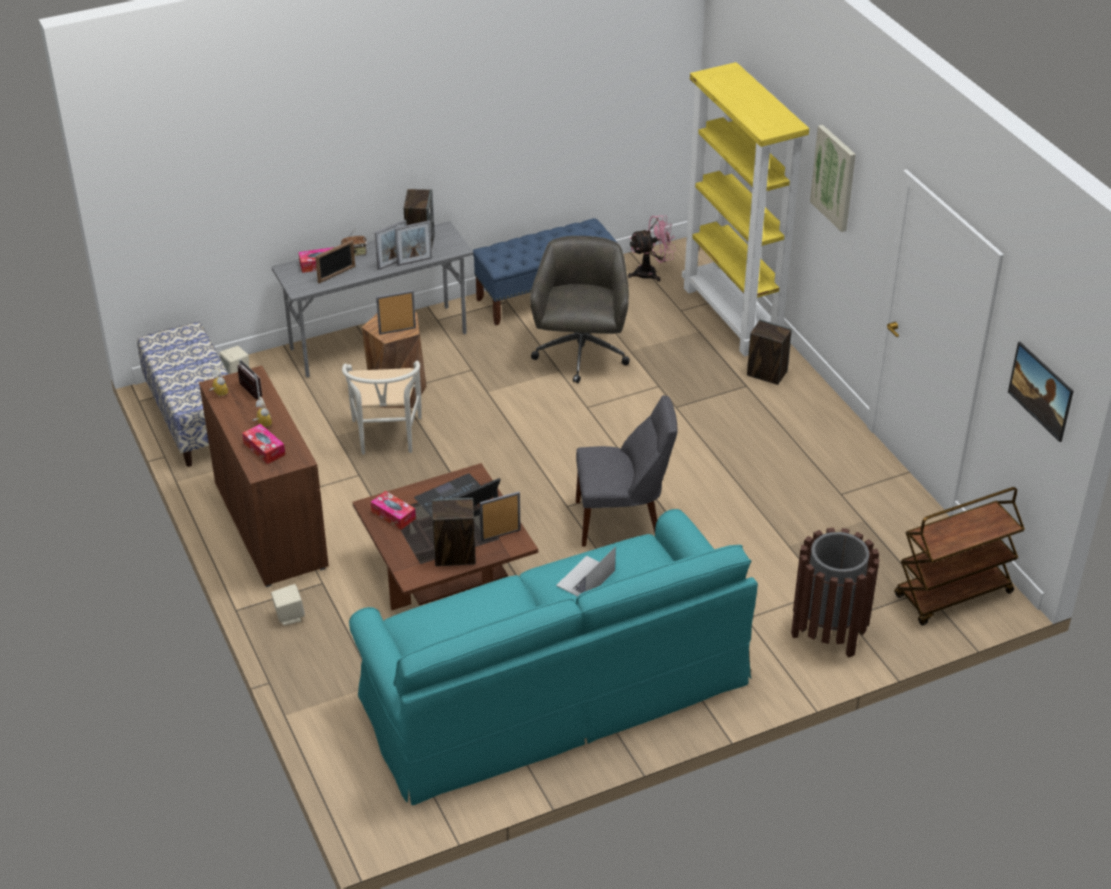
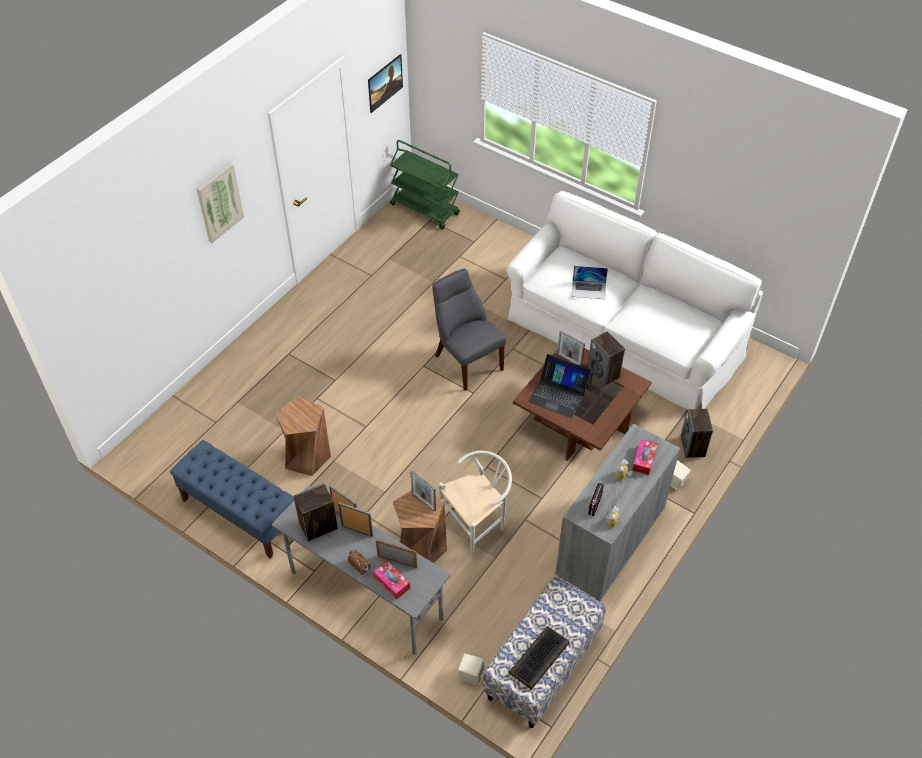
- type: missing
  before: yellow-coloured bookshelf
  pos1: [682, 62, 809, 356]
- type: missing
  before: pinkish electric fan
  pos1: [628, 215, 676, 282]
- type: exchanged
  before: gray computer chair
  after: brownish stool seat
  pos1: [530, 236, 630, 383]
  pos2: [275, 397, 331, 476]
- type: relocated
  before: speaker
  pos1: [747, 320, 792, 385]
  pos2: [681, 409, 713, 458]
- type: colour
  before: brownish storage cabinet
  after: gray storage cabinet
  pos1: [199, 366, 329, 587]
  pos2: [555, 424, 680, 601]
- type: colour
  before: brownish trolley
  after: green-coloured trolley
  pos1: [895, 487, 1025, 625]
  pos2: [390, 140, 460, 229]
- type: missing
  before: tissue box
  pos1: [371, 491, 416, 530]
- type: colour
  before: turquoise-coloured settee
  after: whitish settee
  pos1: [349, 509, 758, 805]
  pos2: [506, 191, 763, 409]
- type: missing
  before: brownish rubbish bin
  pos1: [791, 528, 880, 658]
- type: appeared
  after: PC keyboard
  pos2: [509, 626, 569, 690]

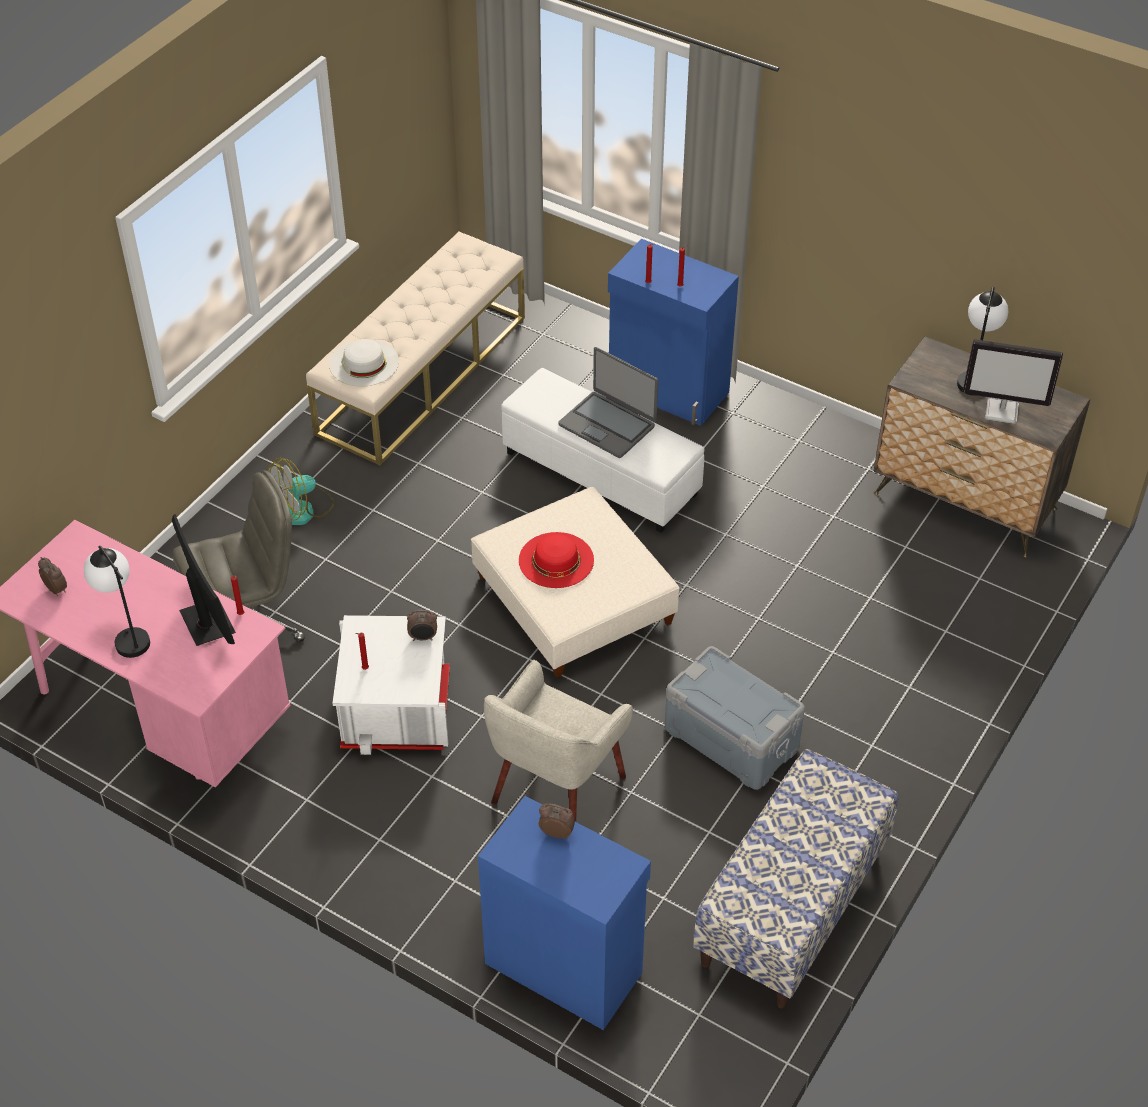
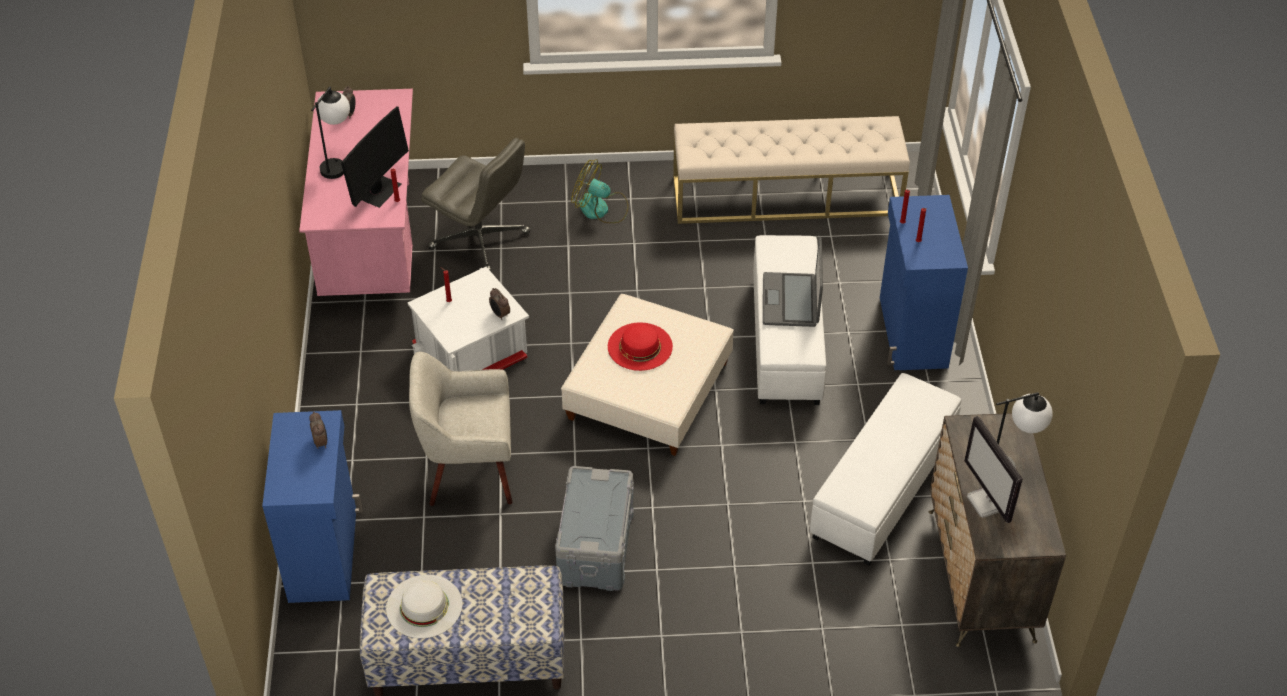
- type: relocated
  before: whitish wearable hat
  pos1: [329, 339, 399, 386]
  pos2: [386, 575, 462, 638]
- type: appeared
  after: whitish pouffe
  pos2: [810, 373, 961, 565]

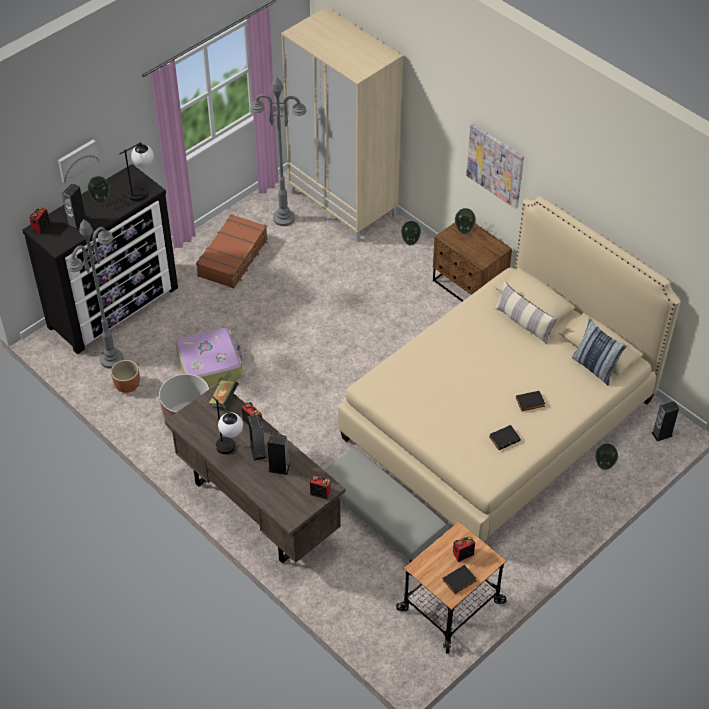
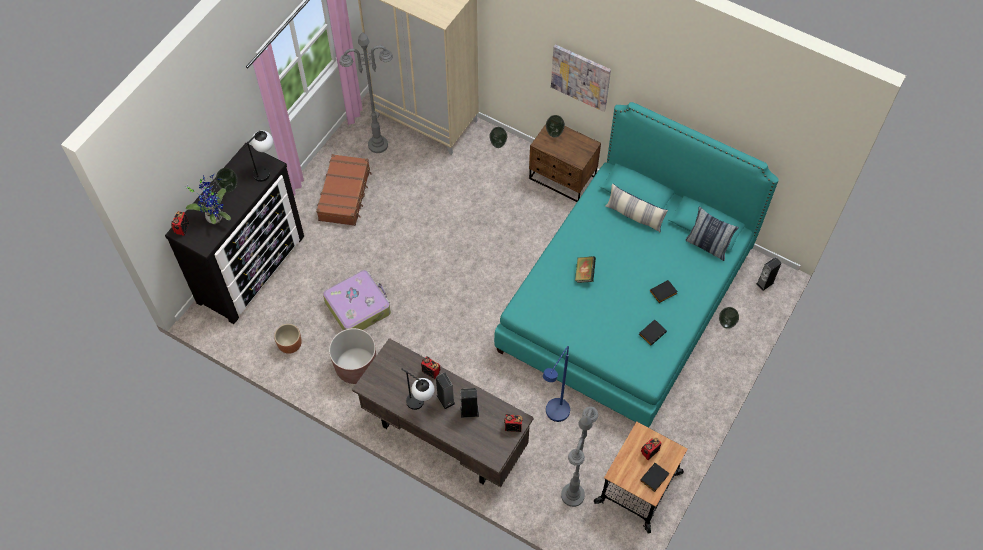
- type: missing
  before: wall art
  pos1: [58, 139, 100, 184]
- type: exchanged
  before: speaker
  after: houseplant
  pos1: [62, 183, 88, 230]
  pos2: [184, 175, 231, 224]
- type: colour
  before: beige-coloured bedroom bed
  after: turquoise-coloured bedroom bed
  pos1: [338, 196, 681, 542]
  pos2: [494, 102, 779, 428]
- type: relocated
  before: gray standing lamp
  pos1: [67, 220, 124, 369]
  pos2: [561, 406, 598, 507]
- type: relocated
  before: volume
  pos1: [209, 380, 238, 408]
  pos2: [575, 256, 596, 283]
- type: exchanged
  before: gray pouffe
  after: blue-coloured standing lamp
  pos1: [324, 448, 447, 562]
  pos2: [543, 346, 570, 422]

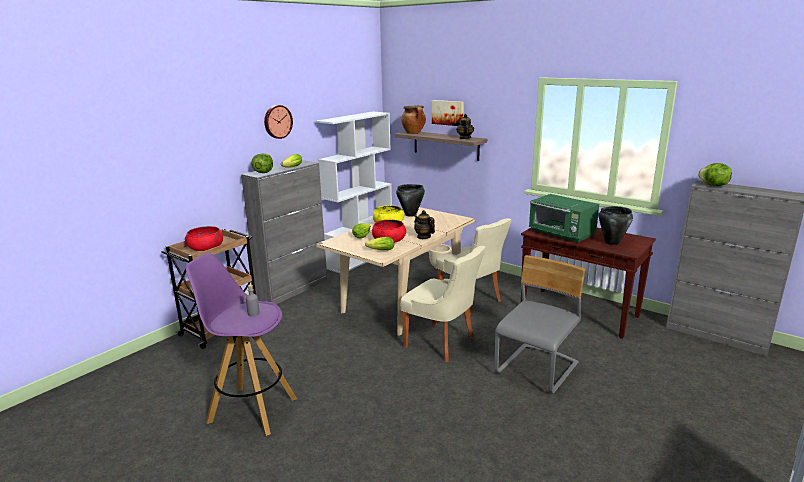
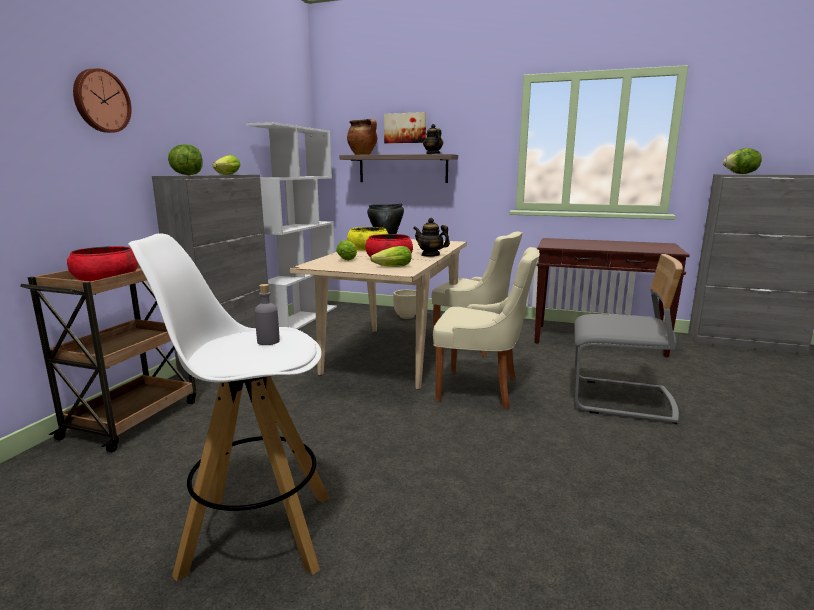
- type: relocated
  before: clock on the wall
  pos1: [264, 105, 293, 139]
  pos2: [73, 68, 132, 133]
- type: missing
  before: green-coloured microwave oven
  pos1: [529, 194, 599, 243]
- type: missing
  before: black stockpot
  pos1: [599, 206, 633, 245]
- type: colour
  before: purplish stool seat
  after: whitish stool seat
  pos1: [185, 253, 297, 436]
  pos2: [128, 233, 330, 581]
- type: spun
  before: gray upright chair
  pos1: [494, 255, 585, 393]
  pos2: [574, 254, 683, 424]
  turn: 90

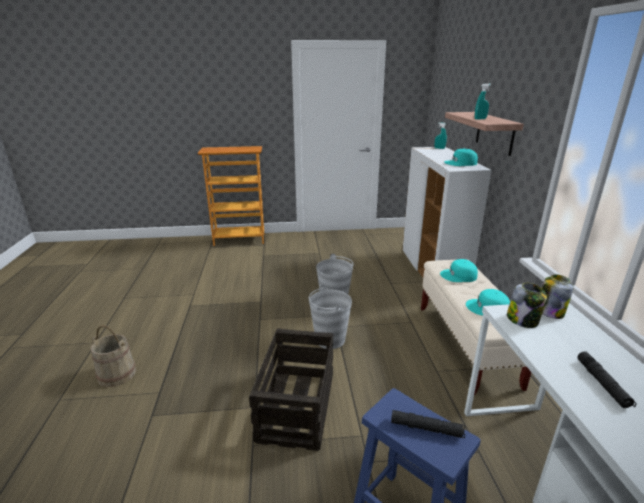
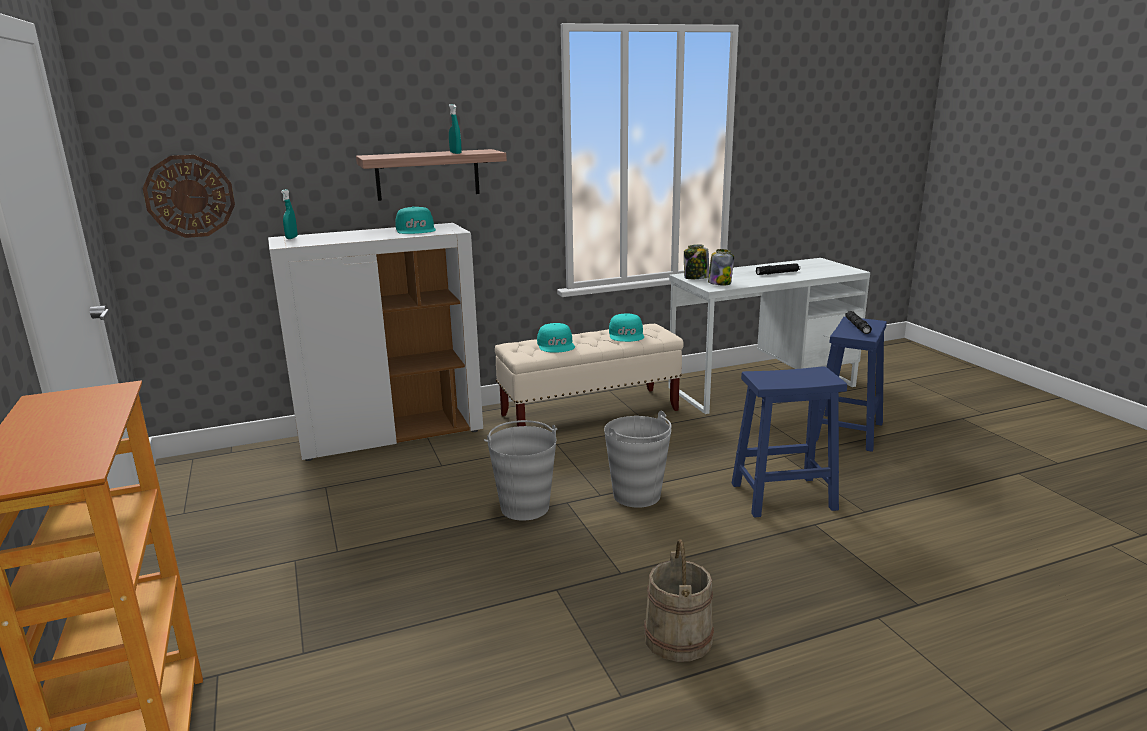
- type: relocated
  before: beige-coloured bucket
  pos1: [91, 325, 136, 387]
  pos2: [644, 539, 714, 662]
- type: exchanged
  before: crate
  after: blue-coloured stool seat
  pos1: [249, 328, 333, 451]
  pos2: [732, 366, 847, 518]
- type: appeared
  after: clock on the wall
  pos2: [143, 155, 235, 238]

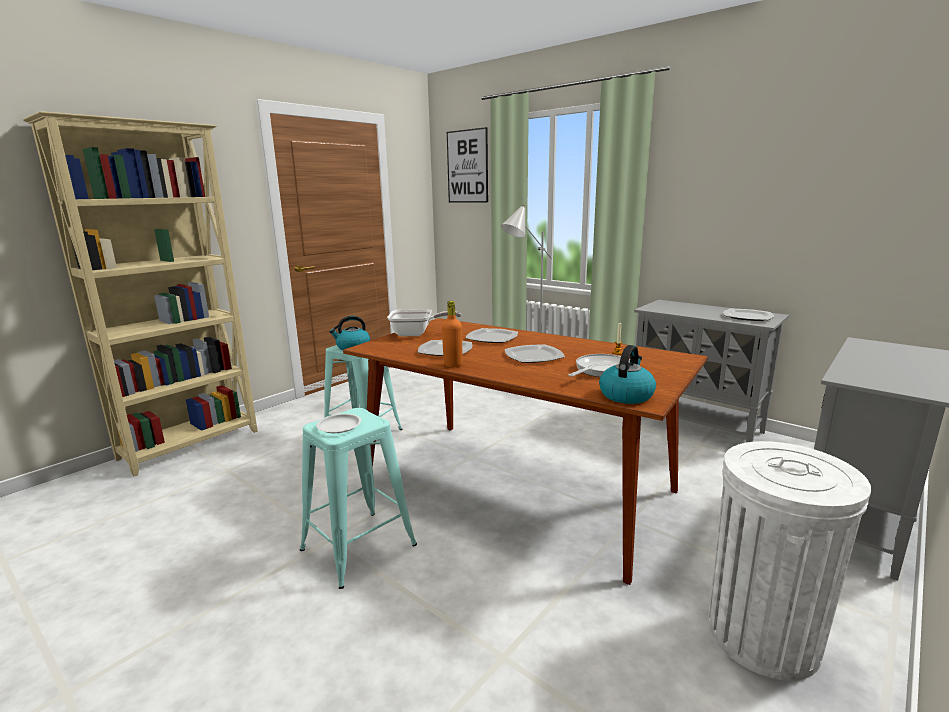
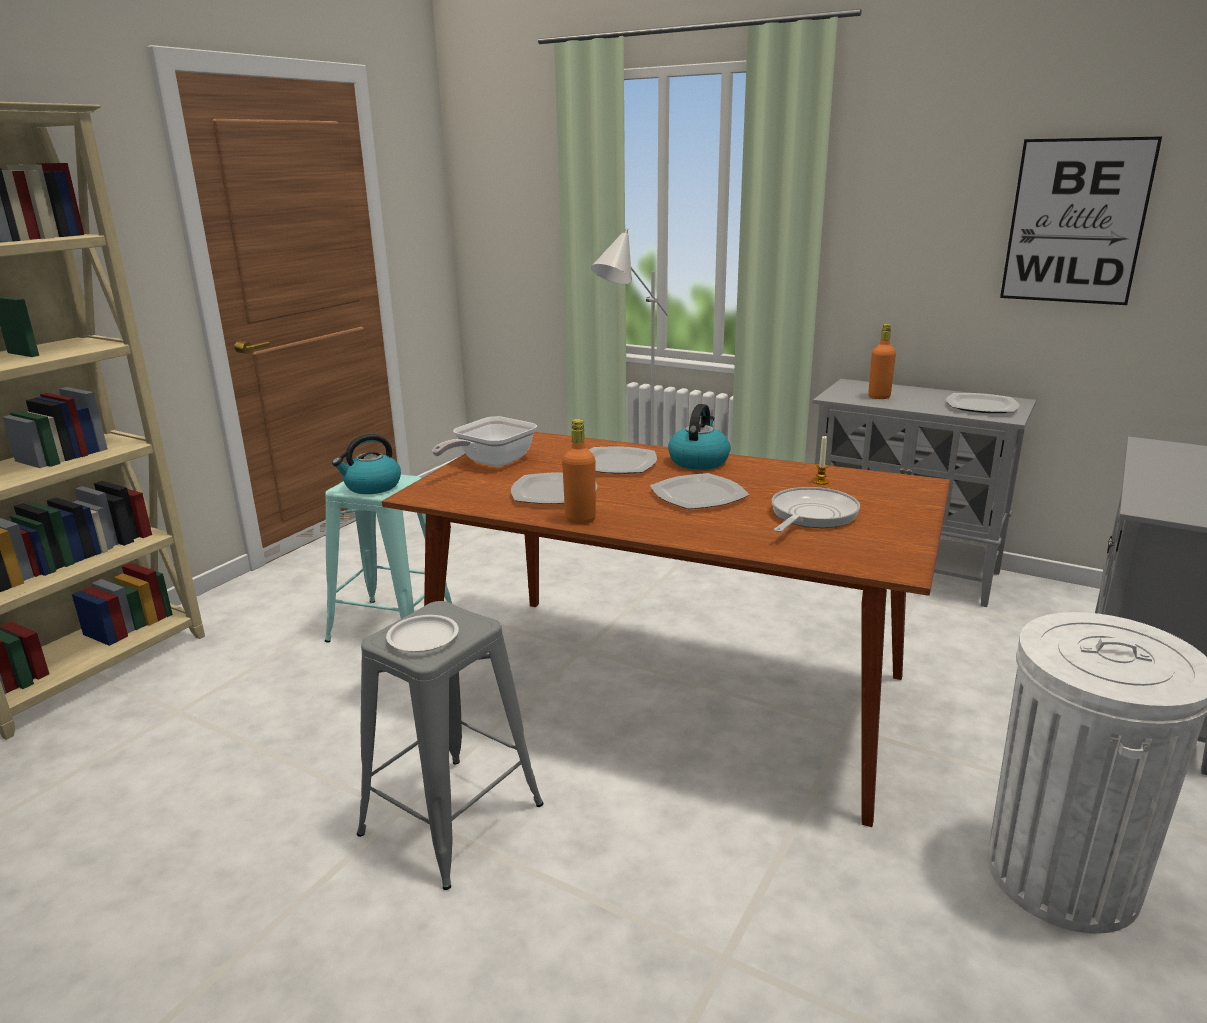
- type: relocated
  before: wall art
  pos1: [447, 127, 488, 202]
  pos2: [1000, 136, 1162, 305]
- type: spun
  before: pan
  pos1: [387, 309, 461, 336]
  pos2: [432, 416, 537, 467]
  turn: 135
- type: relocated
  before: water kettle
  pos1: [599, 345, 656, 404]
  pos2: [668, 404, 730, 470]
- type: colour
  before: turquoise-coloured stool seat
  after: gray stool seat
  pos1: [300, 408, 417, 589]
  pos2: [357, 601, 544, 890]
- type: appeared
  after: orange-coloured bottle
  pos2: [868, 324, 896, 399]

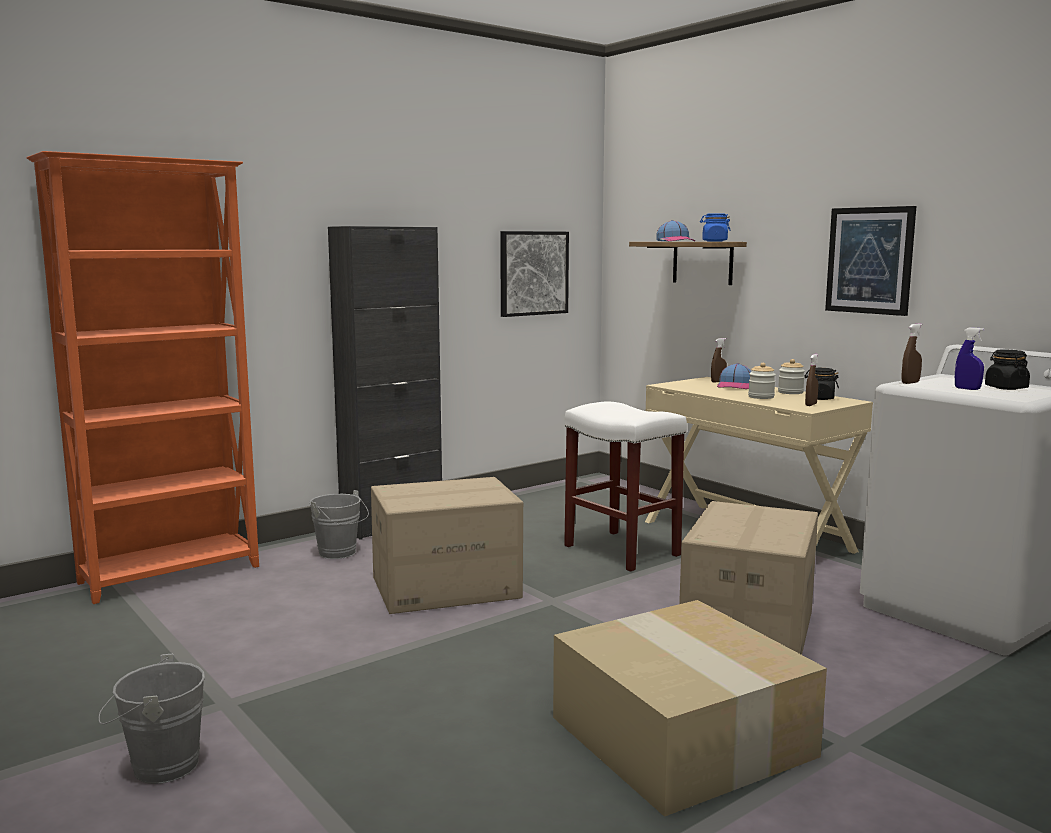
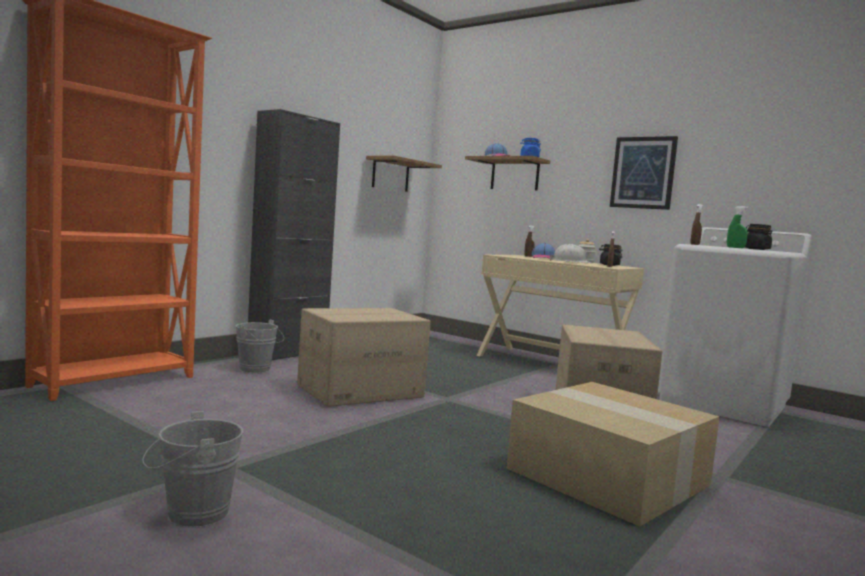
- type: exchanged
  before: wall art
  after: wall shelf
  pos1: [500, 231, 569, 317]
  pos2: [366, 156, 442, 192]
- type: colour
  before: blue-coloured hand sprayer
  after: green-coloured hand sprayer
  pos1: [955, 327, 984, 390]
  pos2: [727, 206, 749, 248]
- type: exchanged
  before: preserve jar
  after: whitish safety helmet
  pos1: [748, 363, 776, 399]
  pos2: [550, 244, 591, 263]
- type: missing
  before: whitish stool seat
  pos1: [564, 402, 687, 572]

